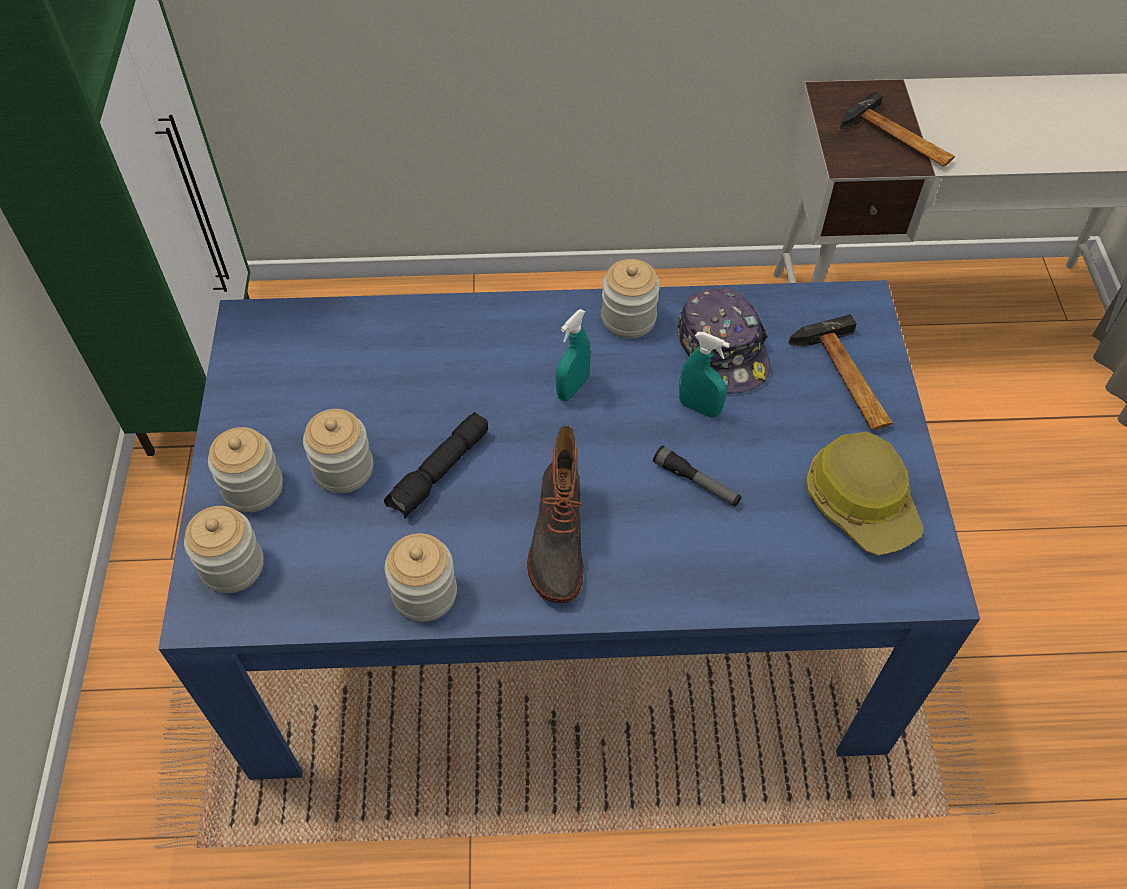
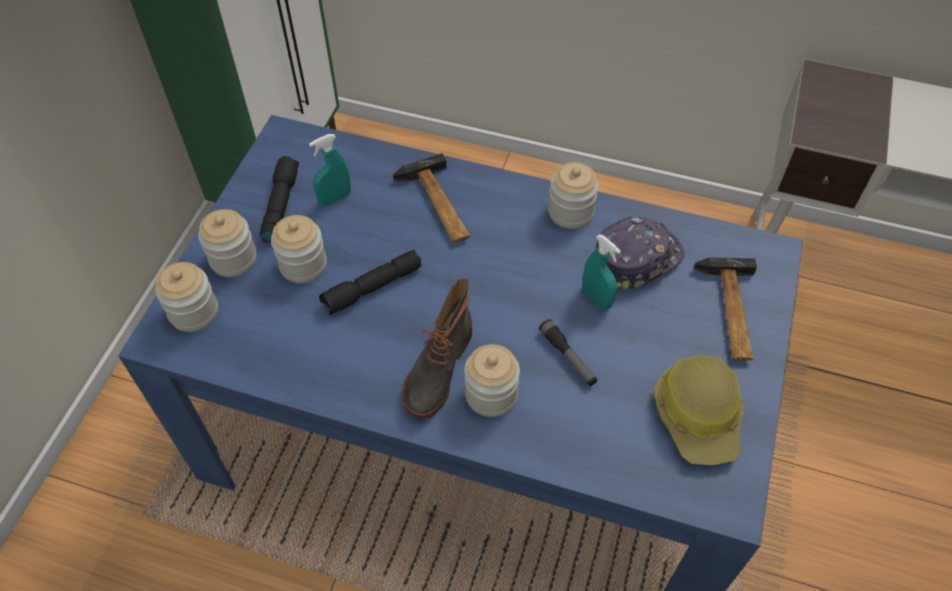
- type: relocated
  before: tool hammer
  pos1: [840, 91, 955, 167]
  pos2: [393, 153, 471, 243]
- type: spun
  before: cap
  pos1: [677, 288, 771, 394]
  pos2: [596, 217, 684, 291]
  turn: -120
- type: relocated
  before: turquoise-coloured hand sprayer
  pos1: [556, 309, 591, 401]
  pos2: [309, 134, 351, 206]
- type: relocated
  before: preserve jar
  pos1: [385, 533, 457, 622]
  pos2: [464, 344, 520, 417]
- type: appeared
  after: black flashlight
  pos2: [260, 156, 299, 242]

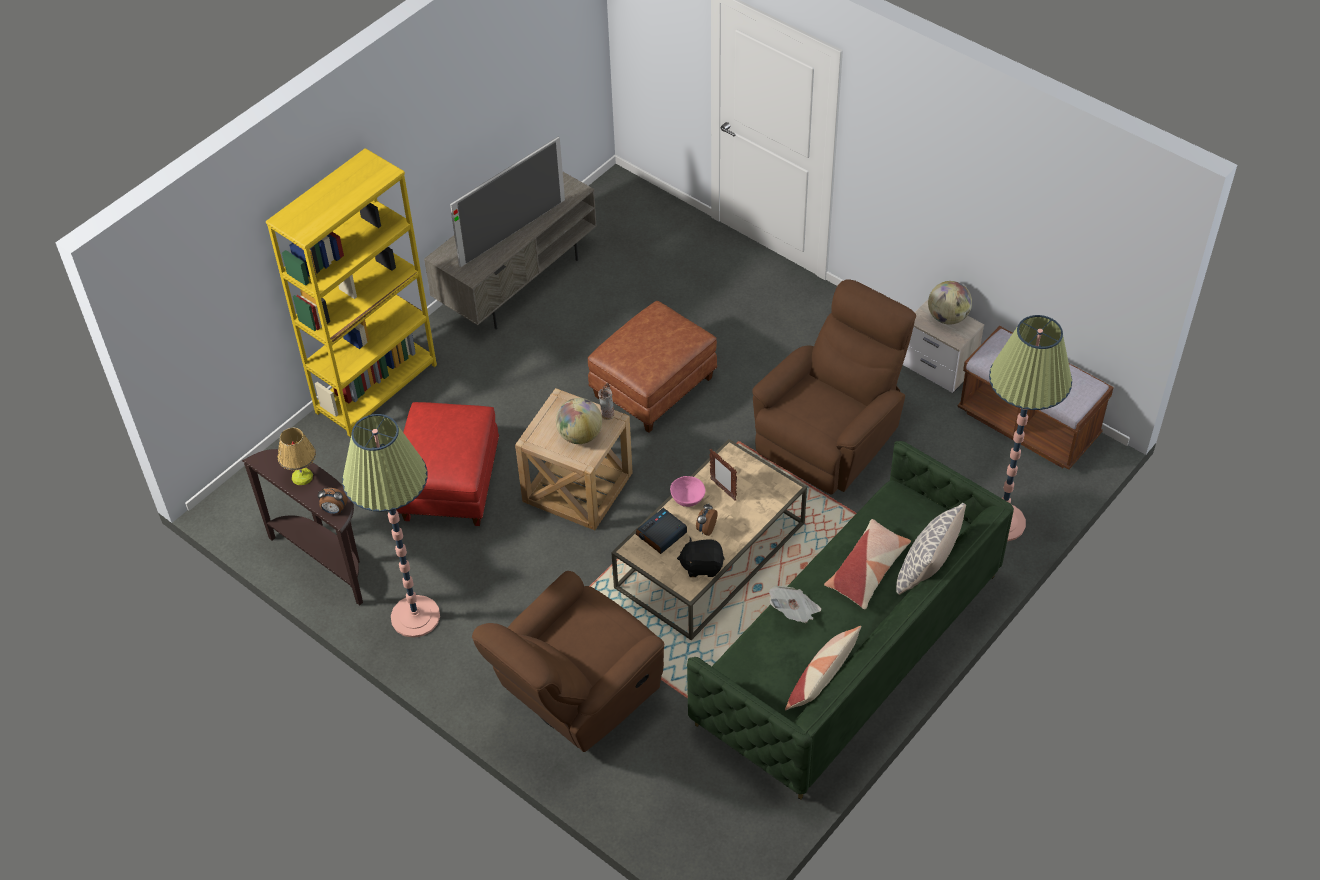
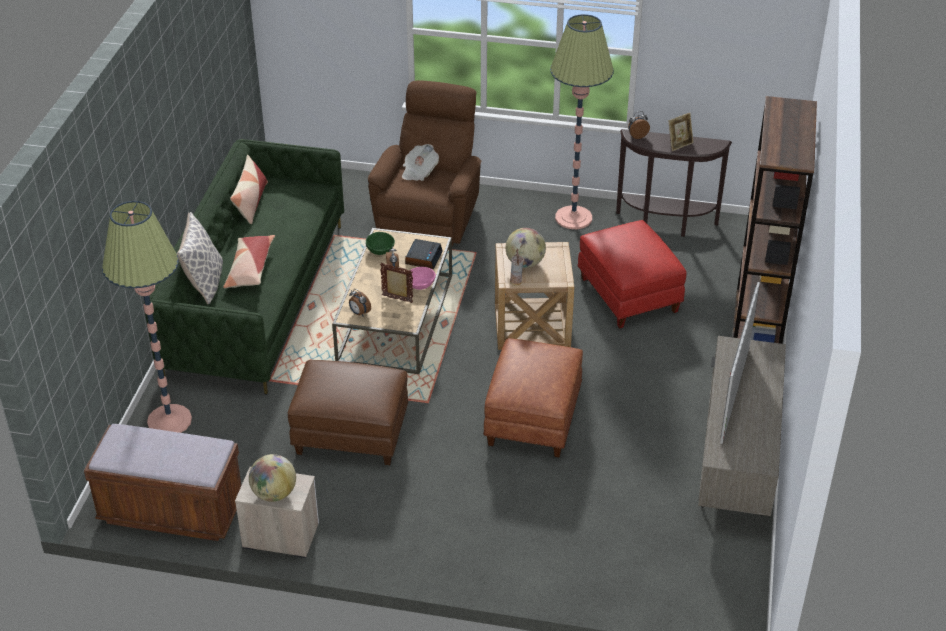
- type: colour
  before: yellow-coloured bookshelf
  after: brownish bookshelf
  pos1: [266, 148, 437, 437]
  pos2: [732, 96, 817, 344]
- type: exchanged
  before: brownish lounge chair
  after: brownish pouffe
  pos1: [752, 279, 916, 495]
  pos2: [288, 360, 409, 465]
- type: exchanged
  before: lamp for a table
  after: photo frame
  pos1: [278, 428, 316, 485]
  pos2: [668, 113, 694, 151]
- type: exchanged
  before: black plush toy
  after: green-coloured deep dish
  pos1: [677, 537, 725, 577]
  pos2: [366, 232, 395, 255]
- type: relocated
  before: daily paper
  pos1: [769, 585, 821, 623]
  pos2: [402, 144, 439, 181]
- type: appeared
  after: table clock
  pos2: [349, 289, 371, 316]

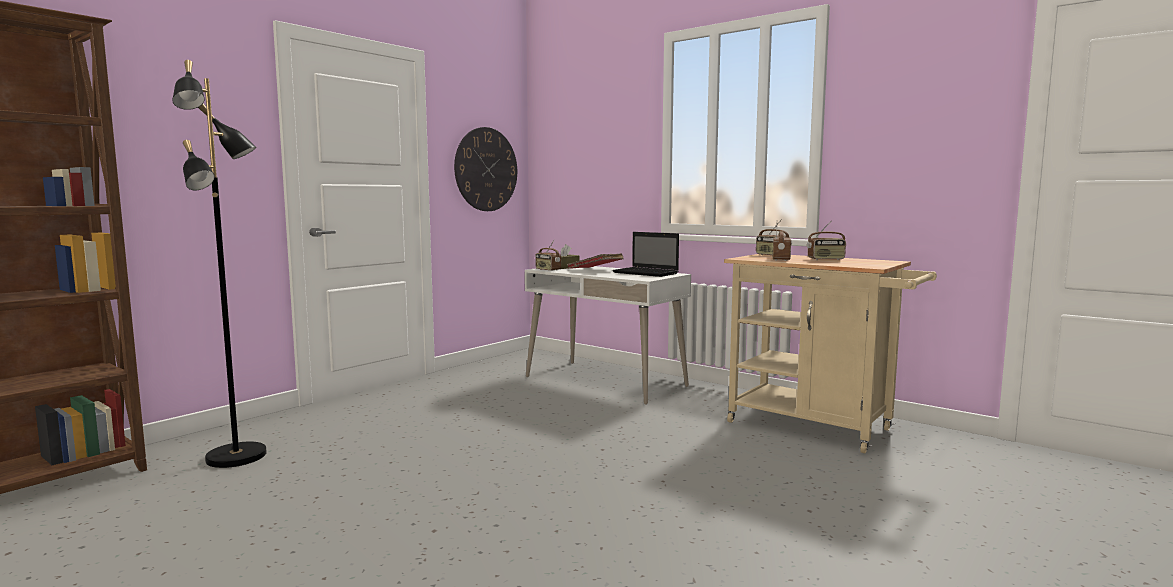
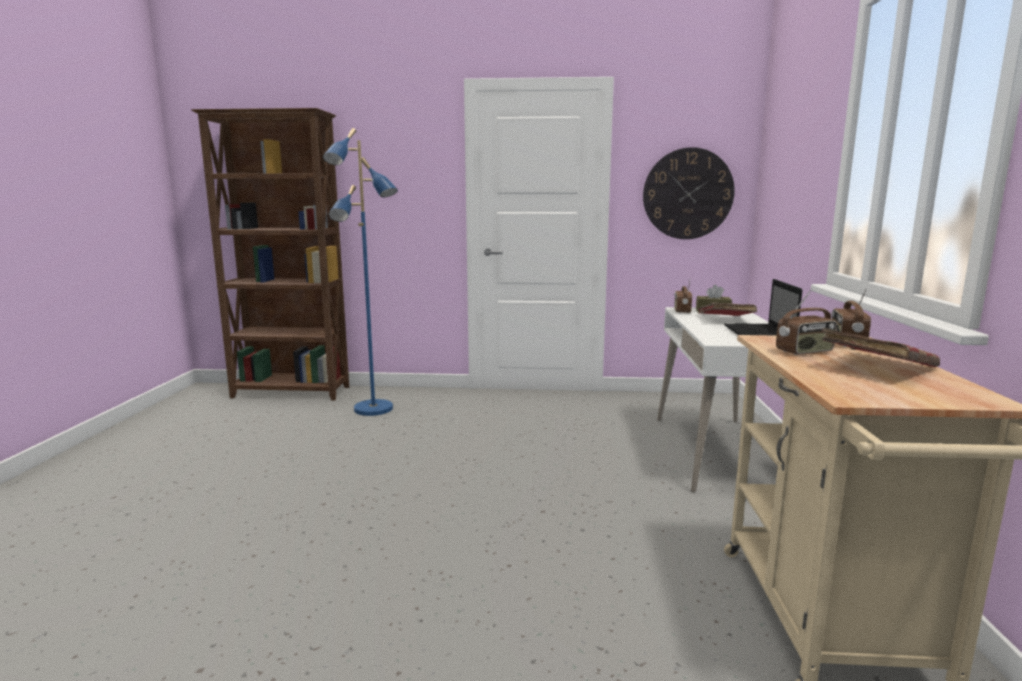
- type: colour
  before: black standing lamp
  after: blue-coloured standing lamp
  pos1: [172, 60, 267, 468]
  pos2: [323, 128, 398, 416]
- type: exchanged
  before: radio receiver
  after: red volume
  pos1: [807, 220, 846, 260]
  pos2: [822, 328, 940, 368]

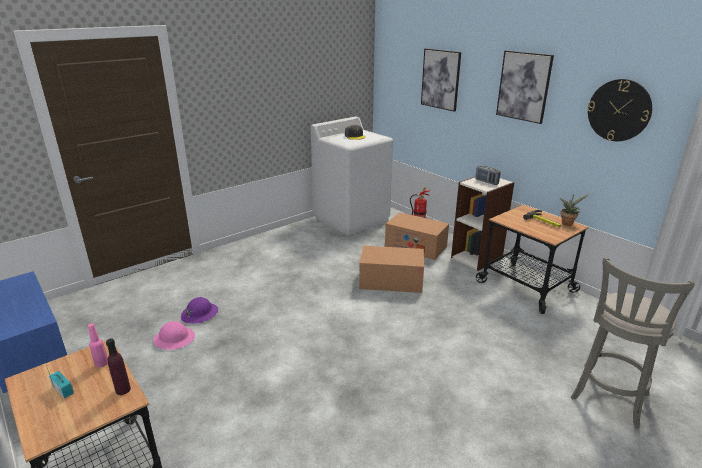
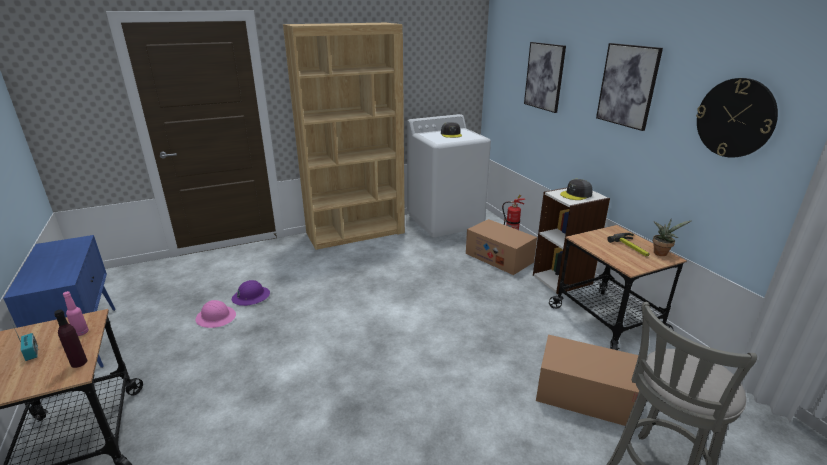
- type: exchanged
  before: radio receiver
  after: gray cap
  pos1: [475, 166, 500, 185]
  pos2: [560, 179, 593, 200]
- type: relocated
  before: packing box
  pos1: [359, 246, 424, 293]
  pos2: [536, 334, 639, 426]
- type: appeared
  after: brownish bookshelf
  pos2: [283, 23, 405, 250]

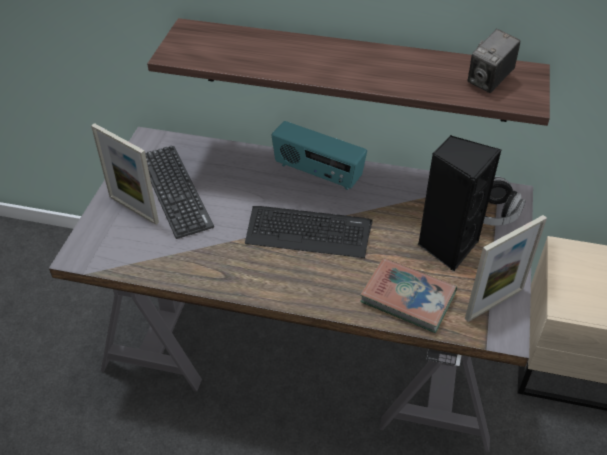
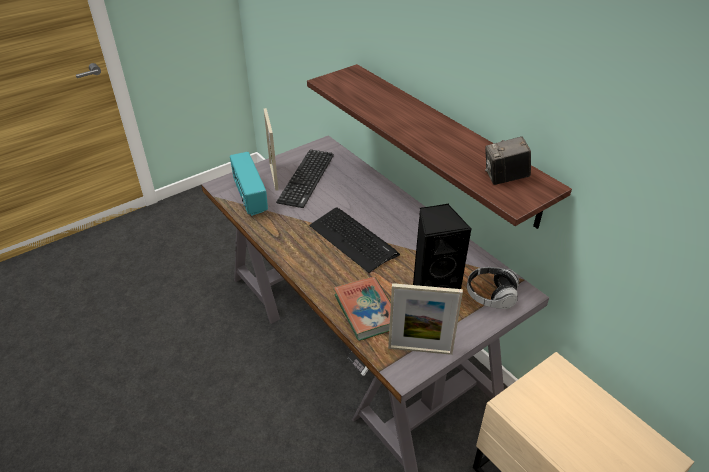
- type: relocated
  before: radio receiver
  pos1: [271, 121, 367, 190]
  pos2: [230, 152, 268, 216]

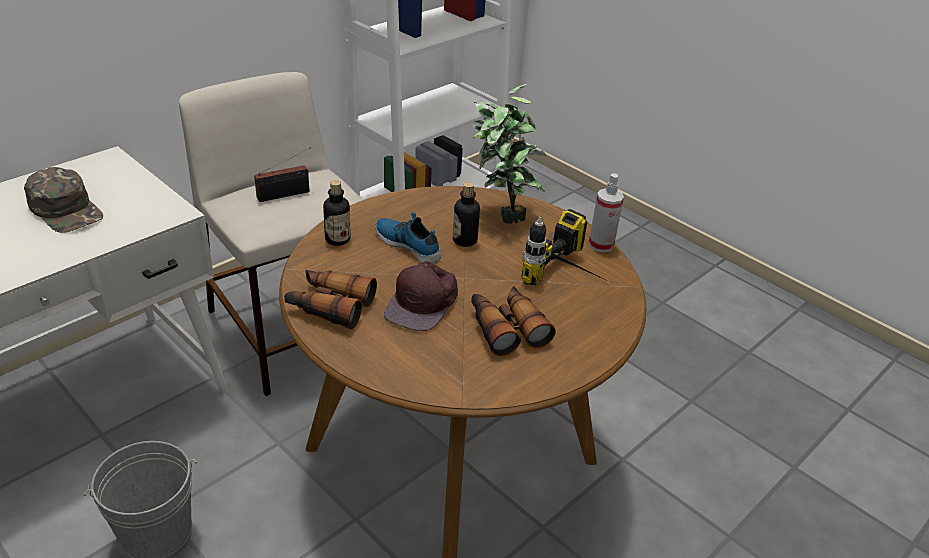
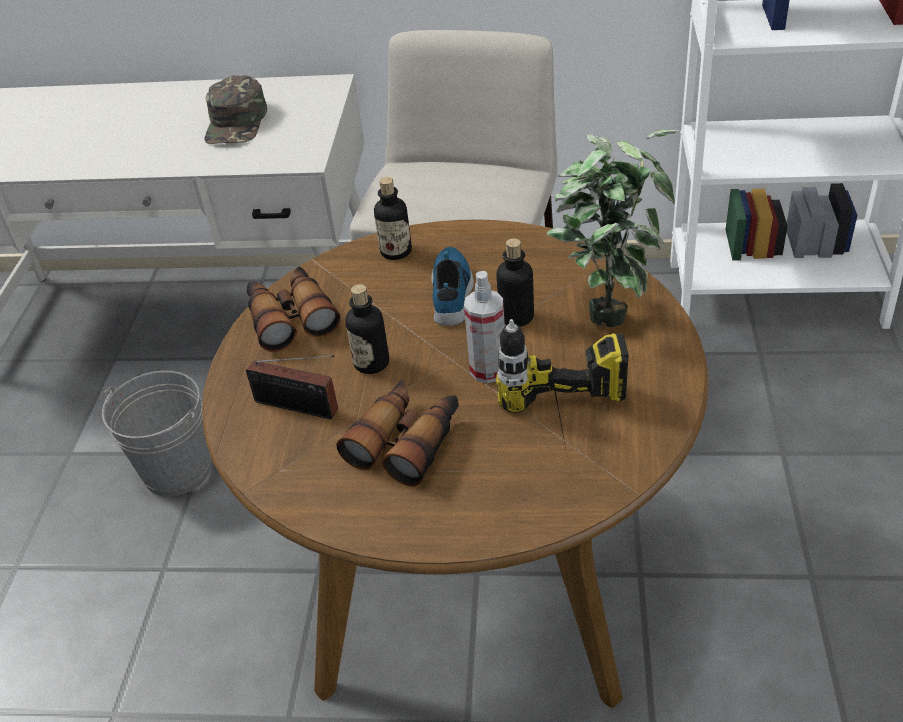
- type: relocated
  before: radio receiver
  pos1: [254, 147, 311, 202]
  pos2: [246, 355, 338, 419]
- type: relocated
  before: hand sprayer
  pos1: [589, 173, 624, 252]
  pos2: [464, 271, 505, 383]
- type: exchanged
  before: brownish cap
  after: bottle
  pos1: [384, 261, 458, 331]
  pos2: [345, 284, 389, 374]

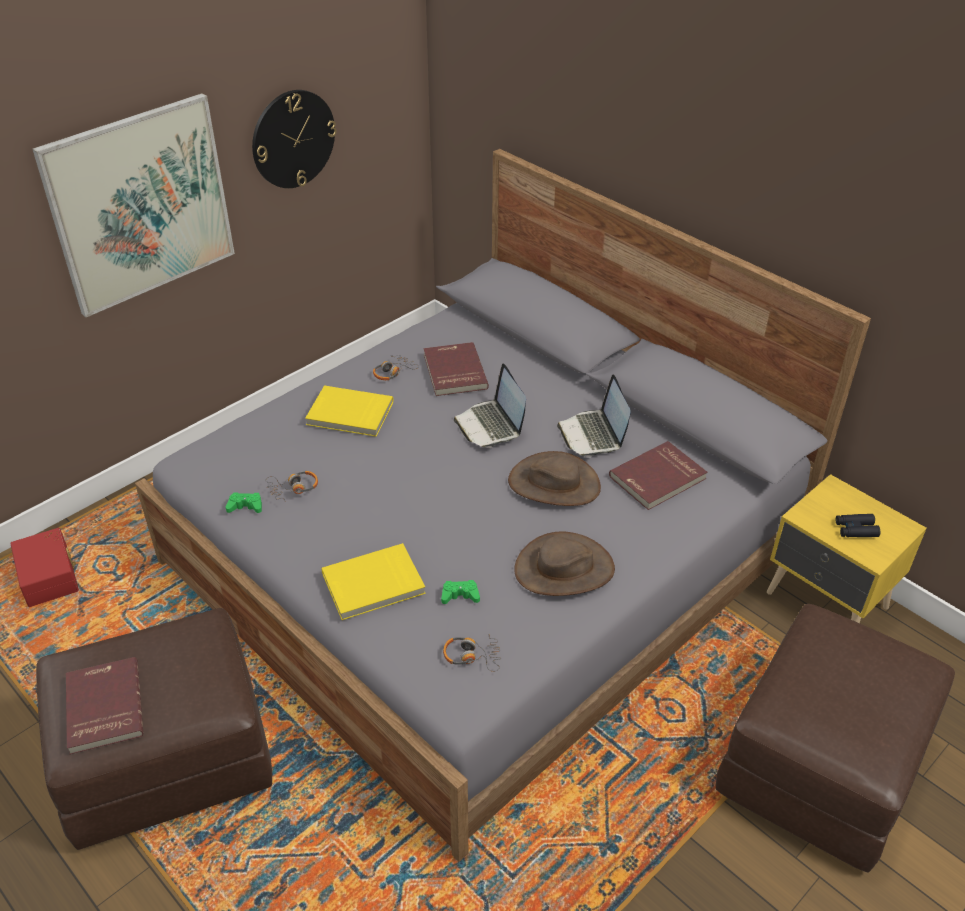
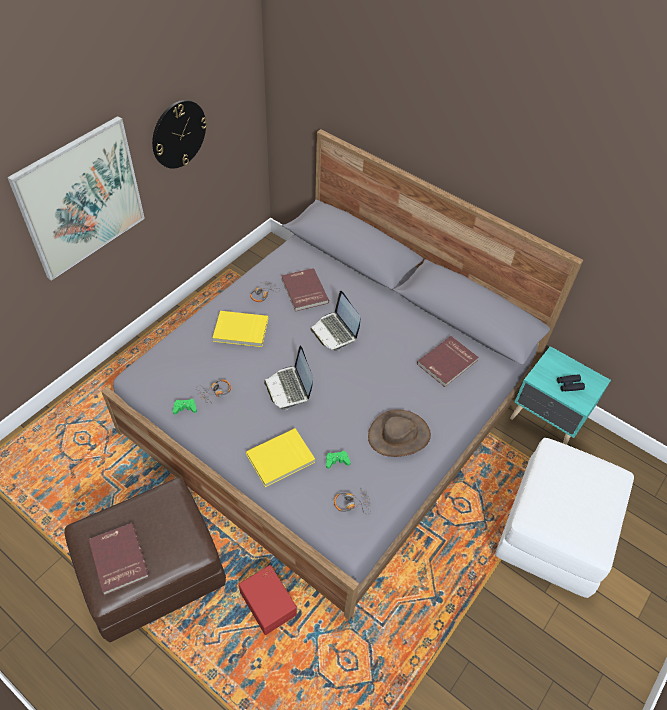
- type: relocated
  before: portable computer
  pos1: [557, 374, 631, 458]
  pos2: [264, 345, 313, 410]
- type: missing
  before: brownish wearable hat
  pos1: [508, 451, 601, 506]
- type: colour
  before: yellow-coloured nightstand
  after: turquoise-coloured nightstand
  pos1: [767, 474, 927, 623]
  pos2: [510, 346, 611, 445]
- type: relocated
  before: red storage bin
  pos1: [10, 528, 79, 607]
  pos2: [239, 565, 297, 635]
- type: colour
  before: brownish pouffe
  after: whitish pouffe
  pos1: [716, 604, 955, 873]
  pos2: [495, 438, 634, 598]

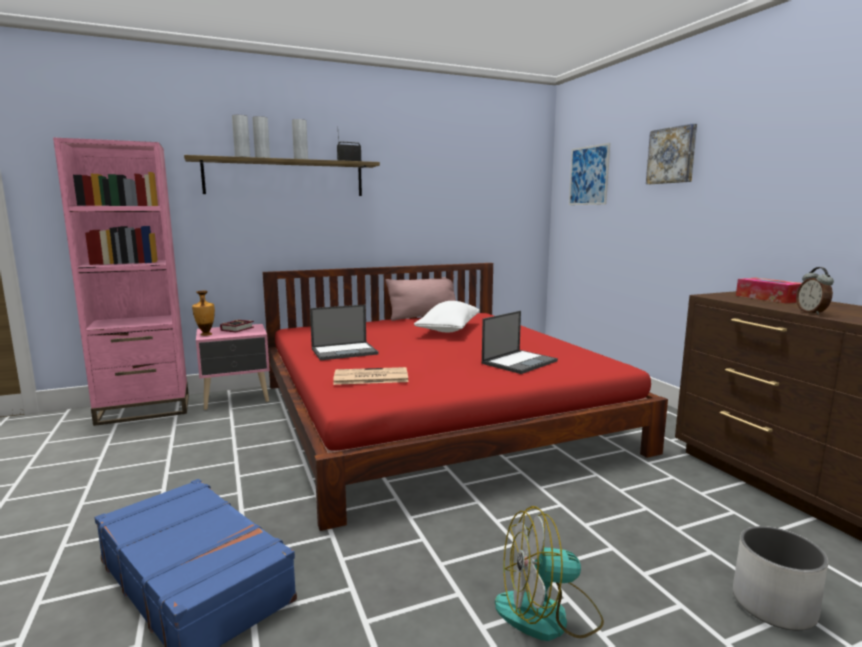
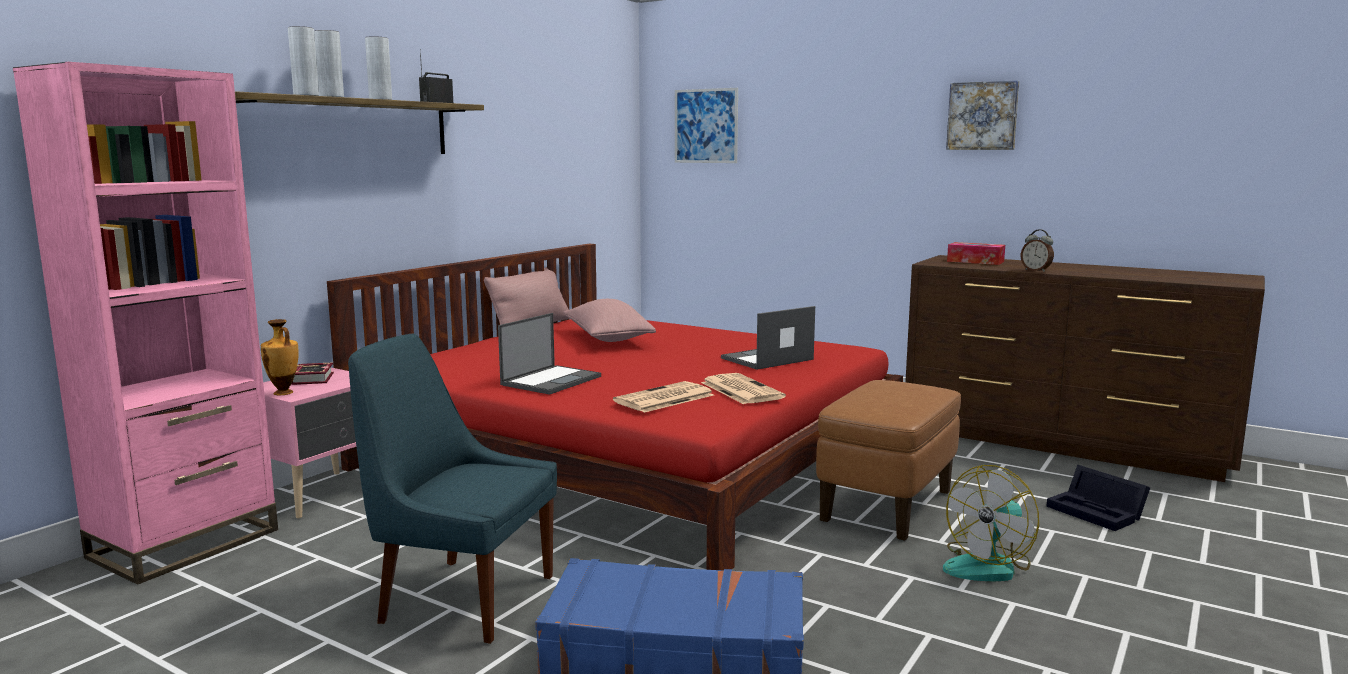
- type: relocated
  before: wall art
  pos1: [646, 123, 697, 184]
  pos2: [946, 80, 1019, 150]
- type: colour
  before: whitish throw pillow
  after: pinkish throw pillow
  pos1: [414, 301, 479, 332]
  pos2: [563, 299, 656, 342]
- type: spun
  before: portable computer
  pos1: [482, 311, 558, 374]
  pos2: [721, 306, 815, 370]
  turn: -135
- type: exchanged
  before: whitish planter
  after: black storage bin
  pos1: [733, 526, 828, 630]
  pos2: [1046, 465, 1150, 531]
- type: appeared
  after: blue-coloured upright chair
  pos2: [348, 334, 557, 644]
- type: appeared
  after: daily paper
  pos2: [701, 373, 786, 404]
- type: appeared
  after: brownish pouffe
  pos2: [816, 380, 961, 541]

